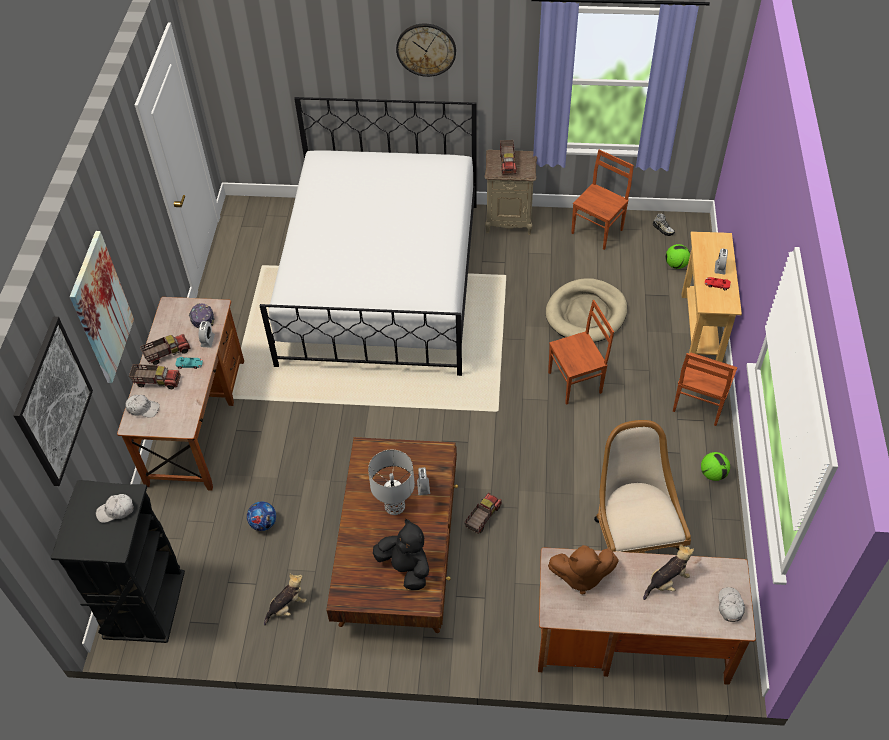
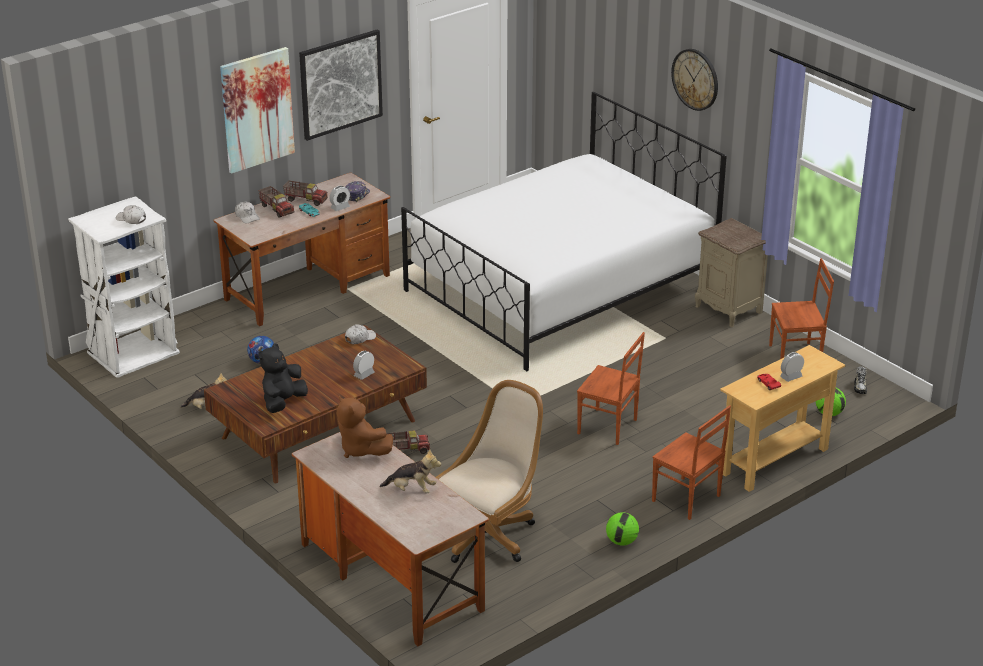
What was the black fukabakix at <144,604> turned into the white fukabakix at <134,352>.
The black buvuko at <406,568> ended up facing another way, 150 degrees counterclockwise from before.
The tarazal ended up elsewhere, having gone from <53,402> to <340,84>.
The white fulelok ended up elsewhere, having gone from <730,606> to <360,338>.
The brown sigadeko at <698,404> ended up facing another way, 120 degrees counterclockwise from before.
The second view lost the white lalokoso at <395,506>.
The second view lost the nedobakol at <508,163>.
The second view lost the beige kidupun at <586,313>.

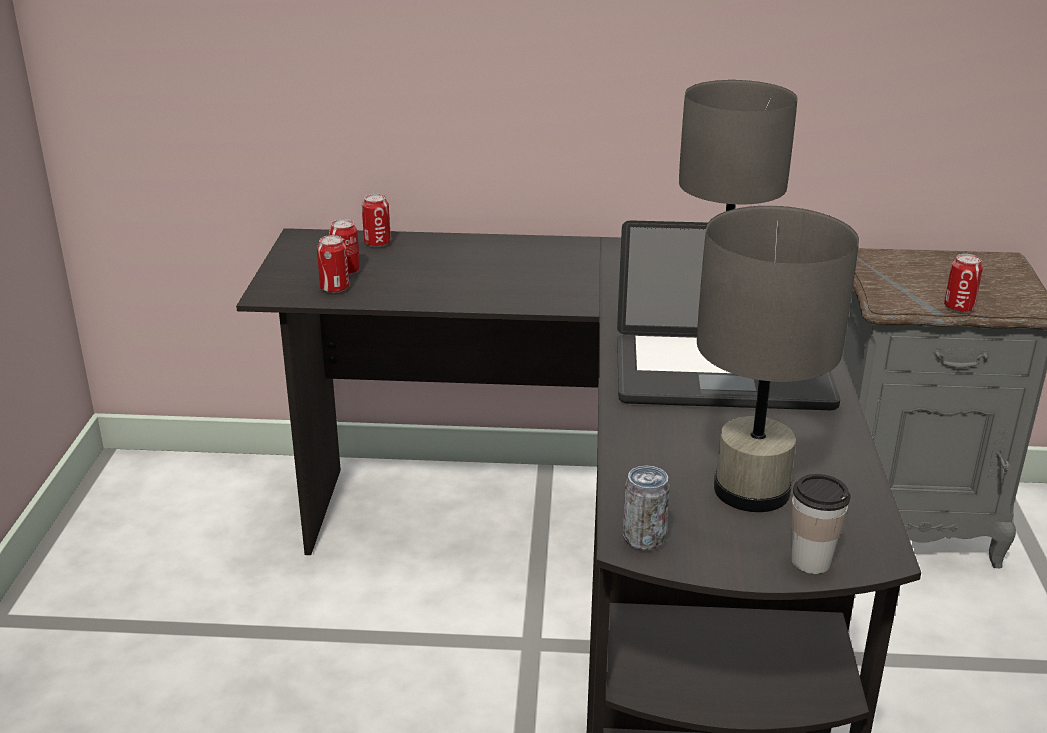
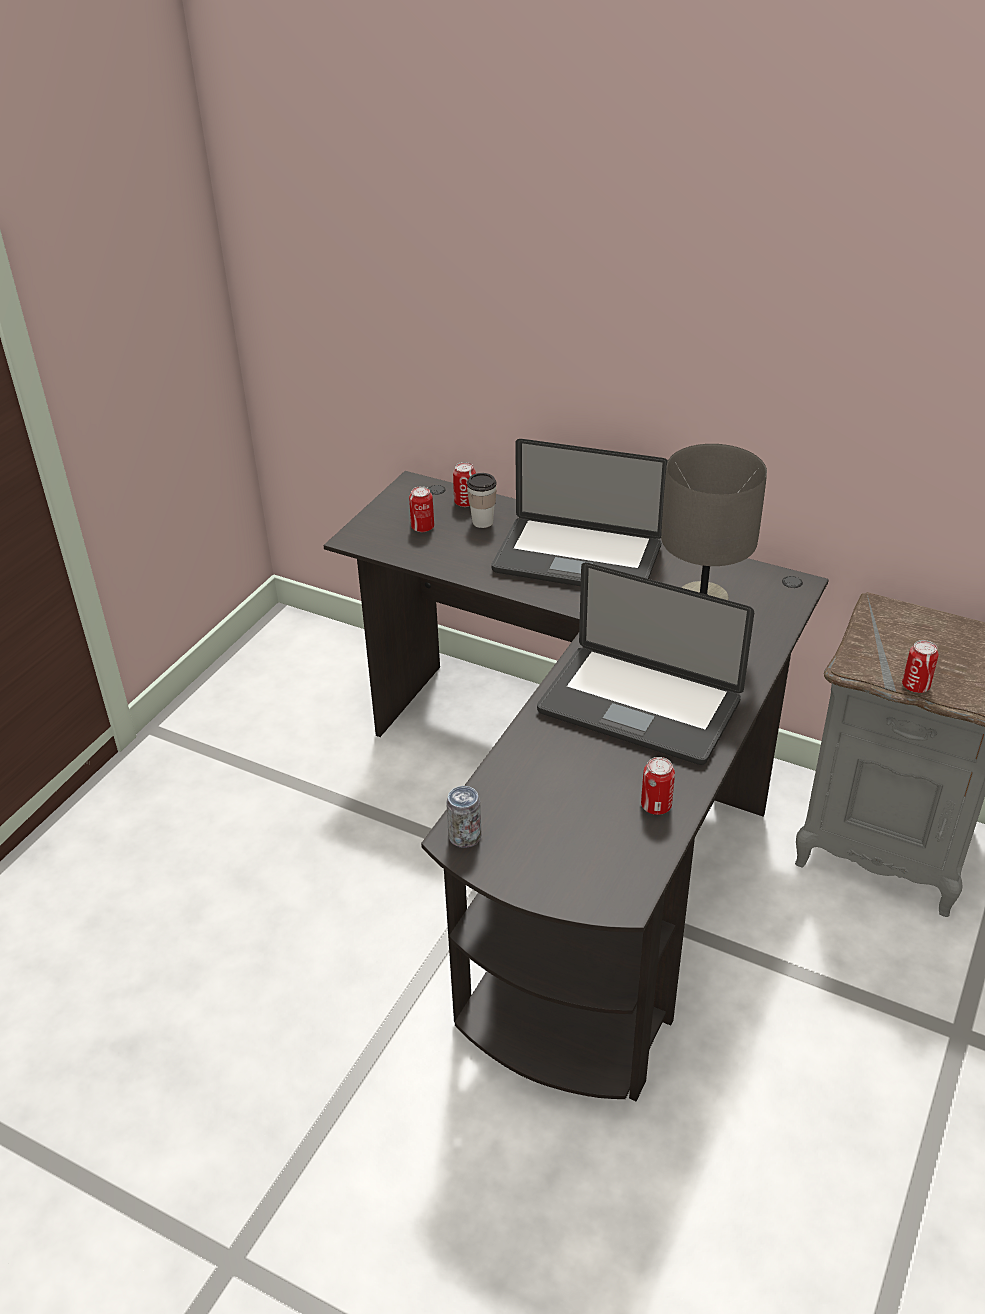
The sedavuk ended up elsewhere, having gone from <811,561> to <482,522>.
The second view gained the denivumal at <577,559>.
The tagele ended up elsewhere, having gone from <334,288> to <656,806>.
The second view lost the grey lalokoso at <753,490>.

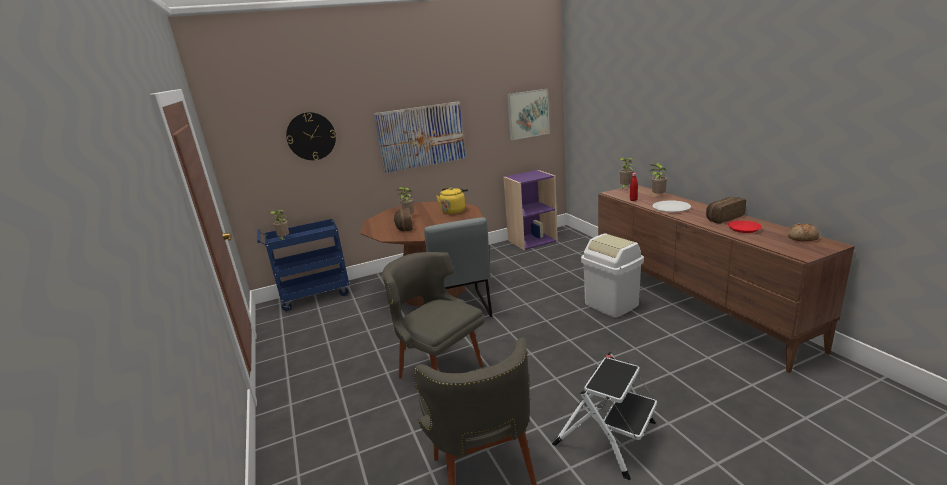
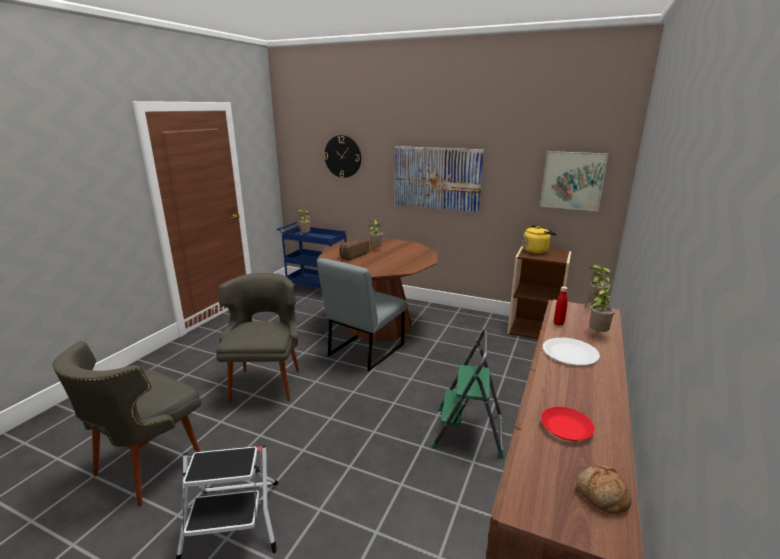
Where the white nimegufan stood at <612,304>, the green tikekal came to stand at <471,432>.
What was the purple fukabakix at <532,240> turned into the brown fukabakix at <534,329>.
The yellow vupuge ended up elsewhere, having gone from <454,211> to <536,250>.
The second view lost the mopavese at <723,218>.

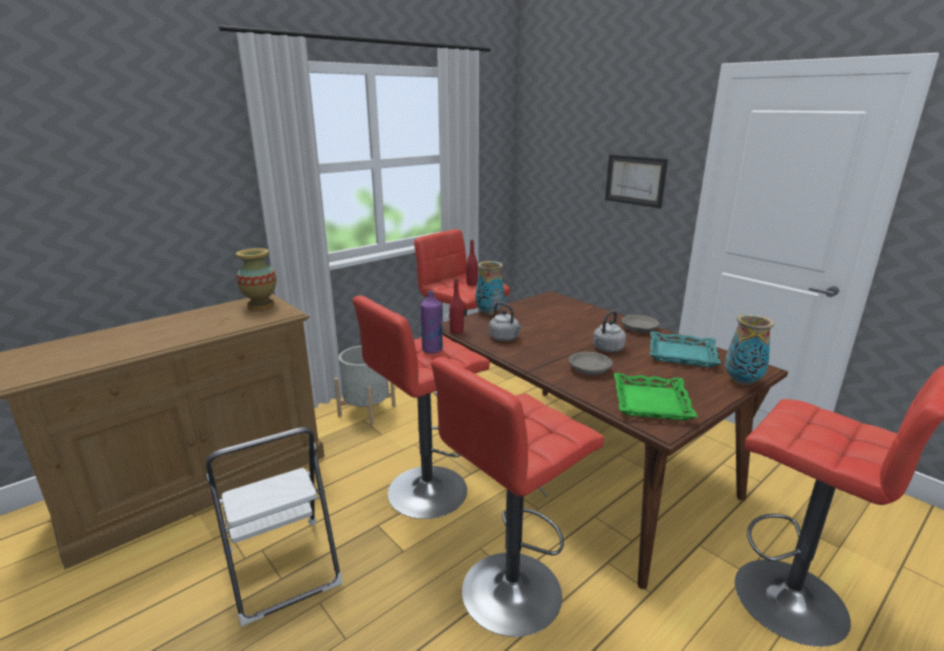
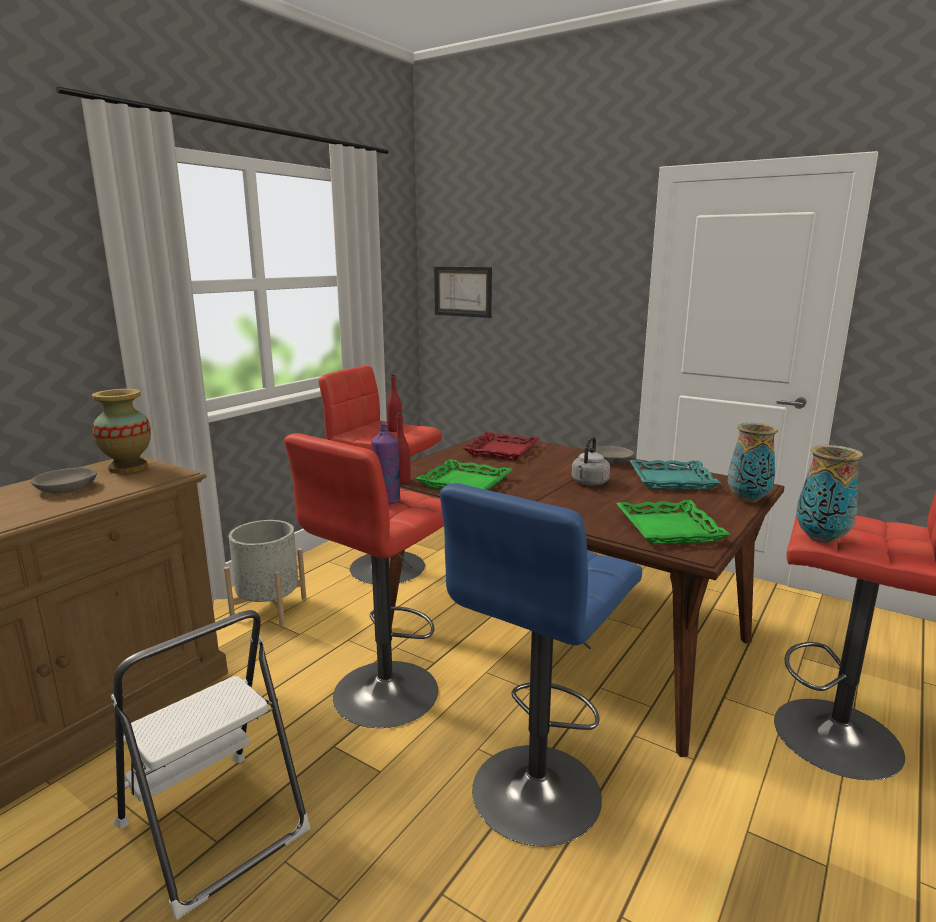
The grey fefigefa ended up elsewhere, having gone from <590,369> to <67,488>.
Where the grey vupuge stood at <505,338>, the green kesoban came to stand at <465,483>.
The tarazal ended up elsewhere, having gone from <635,180> to <463,291>.
What was the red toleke at <510,592> turned into the blue toleke at <534,793>.
The second view gained the red kesoban at <502,451>.
The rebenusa ended up elsewhere, having gone from <489,312> to <820,538>.

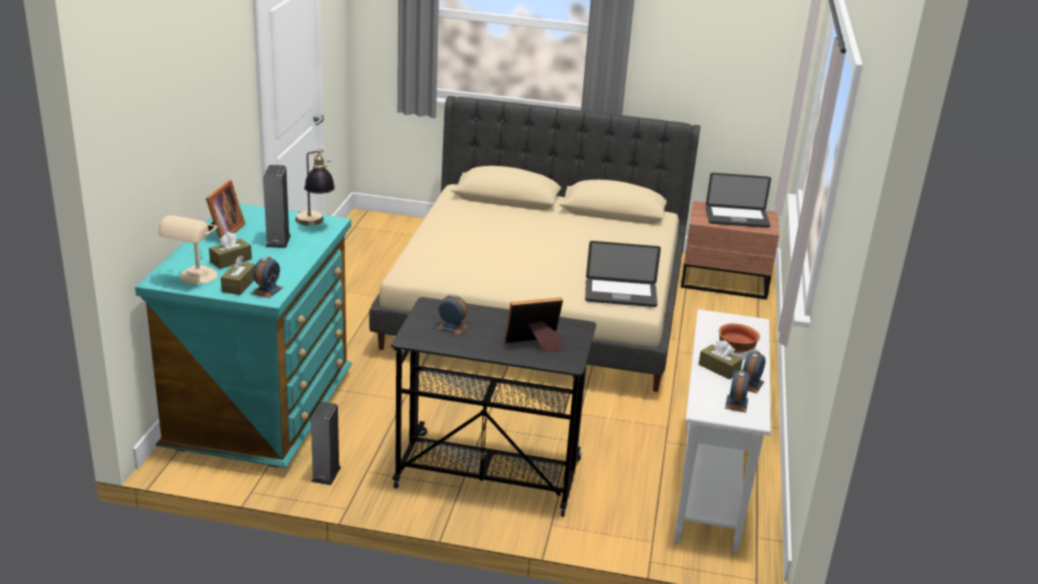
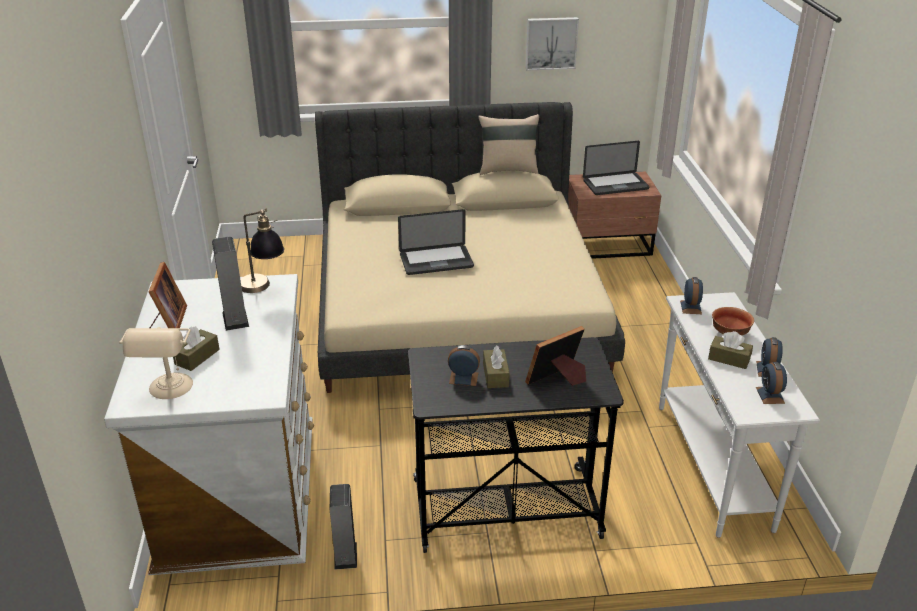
What was the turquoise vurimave at <260,410> turned into the white vurimave at <239,496>.
The denivumal ended up elsewhere, having gone from <620,294> to <436,261>.
The second view gained the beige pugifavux at <508,169>.
The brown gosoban ended up elsewhere, having gone from <239,285> to <495,375>.
The second view gained the tarazal at <551,43>.
The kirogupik ended up elsewhere, having gone from <267,290> to <690,307>.

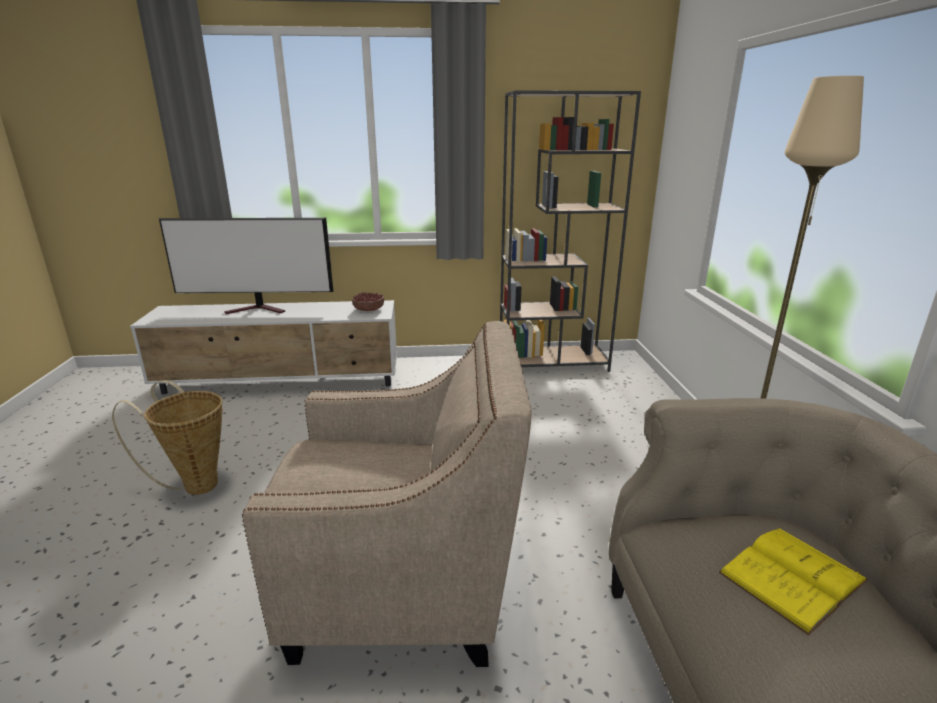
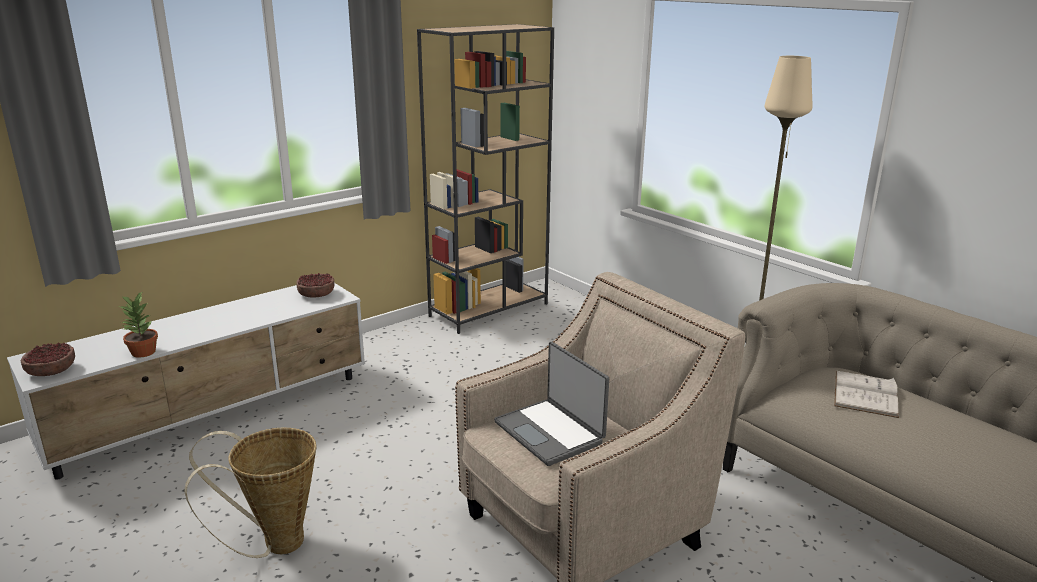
The second view gained the fefigefa at <52,370>.
The second view gained the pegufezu at <144,352>.
The second view gained the denivumal at <550,432>.
What was the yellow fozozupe at <792,576> turned into the white fozozupe at <865,394>.
The second view lost the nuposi at <259,309>.

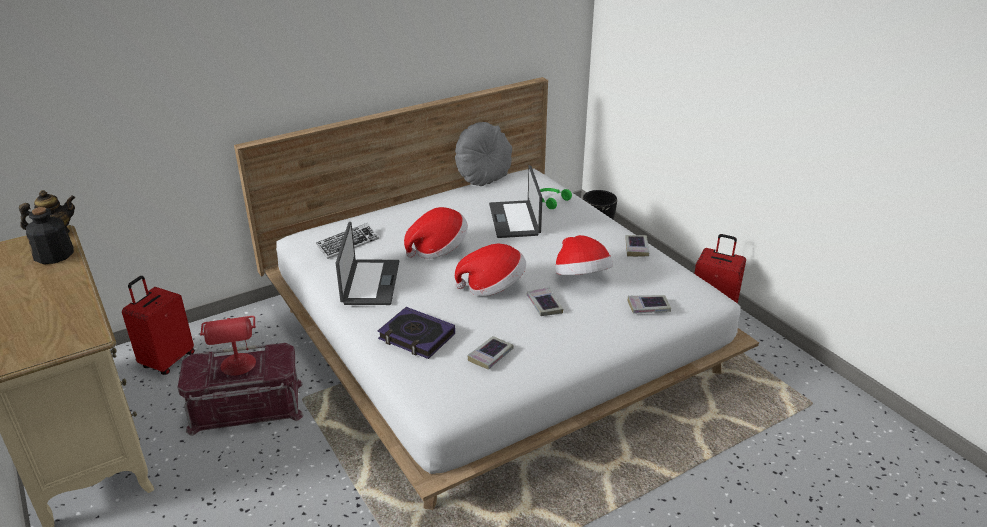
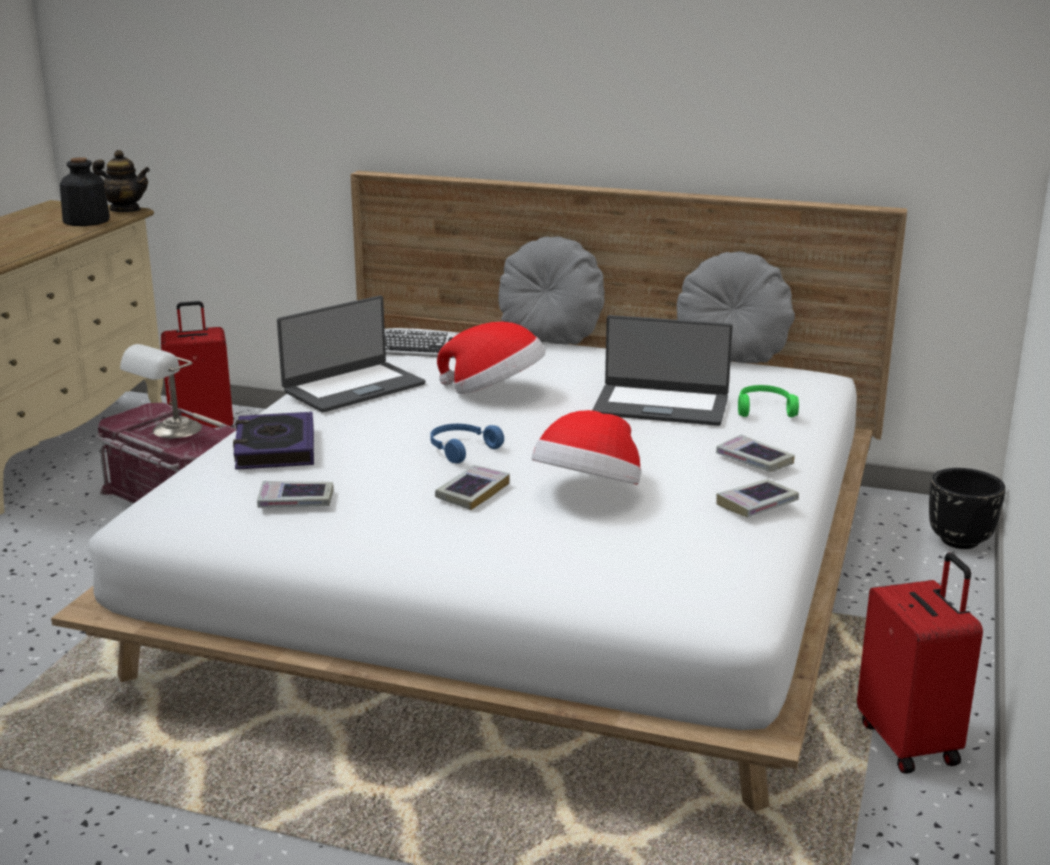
What was the red lalokoso at <239,368> turned into the white lalokoso at <169,432>.
Where the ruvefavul stood at <493,287>, the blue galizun came to stand at <461,449>.
The second view gained the grey pugifavux at <551,339>.
The denivumal at <515,219> ended up facing another way, 120 degrees counterclockwise from before.
The fozozupe ended up elsewhere, having gone from <648,307> to <754,460>.

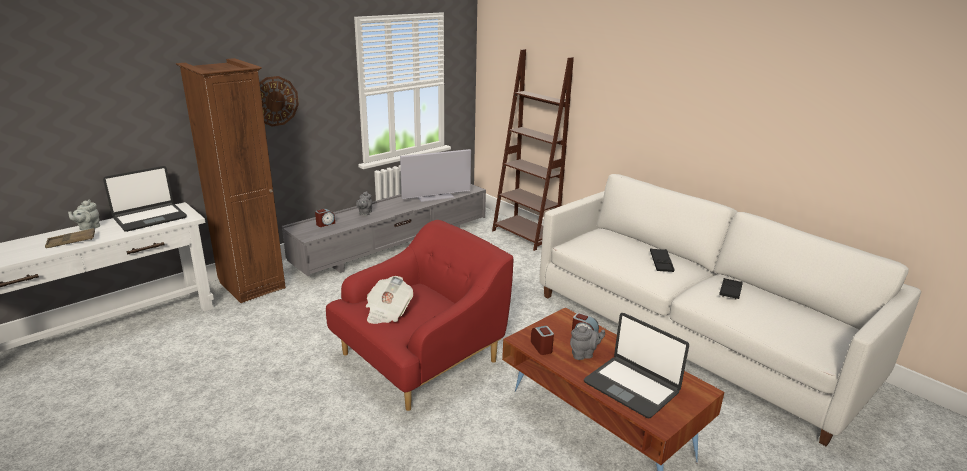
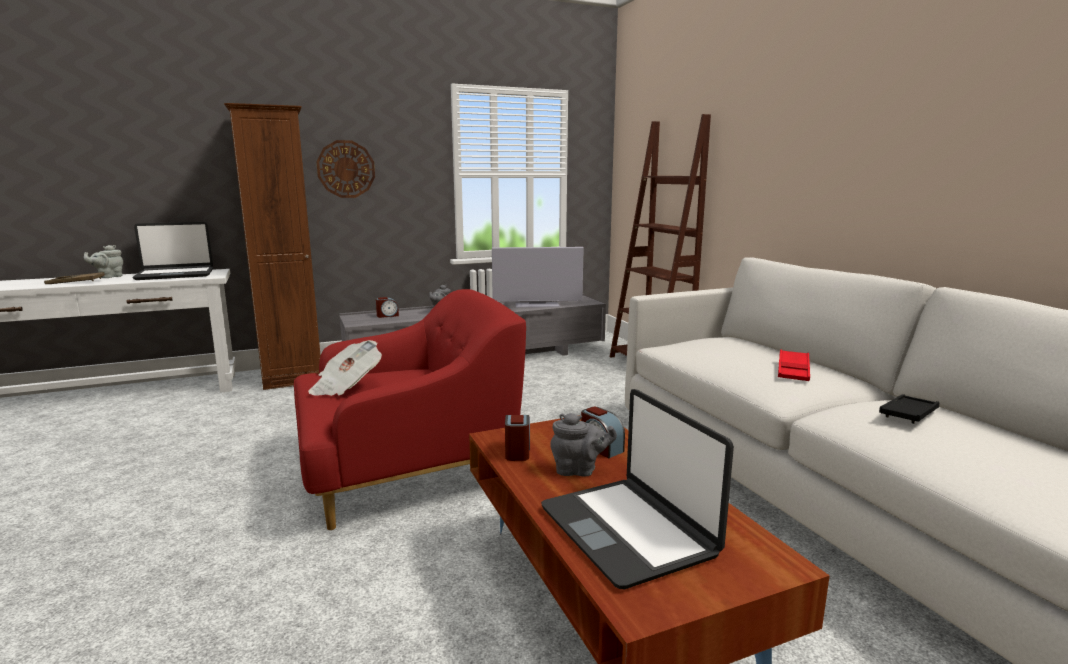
What was the black kesoban at <661,263> turned into the red kesoban at <793,370>.

